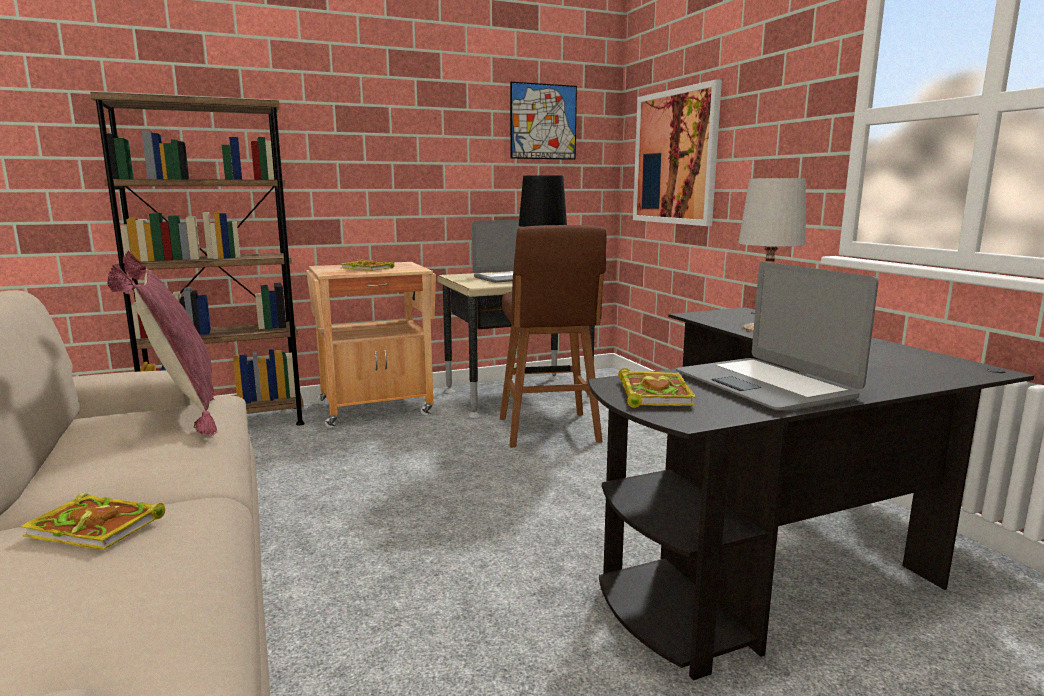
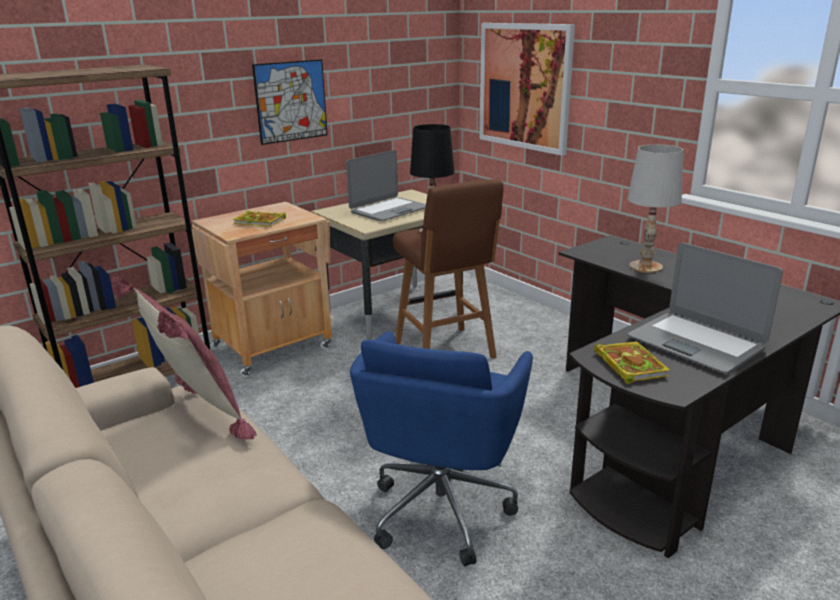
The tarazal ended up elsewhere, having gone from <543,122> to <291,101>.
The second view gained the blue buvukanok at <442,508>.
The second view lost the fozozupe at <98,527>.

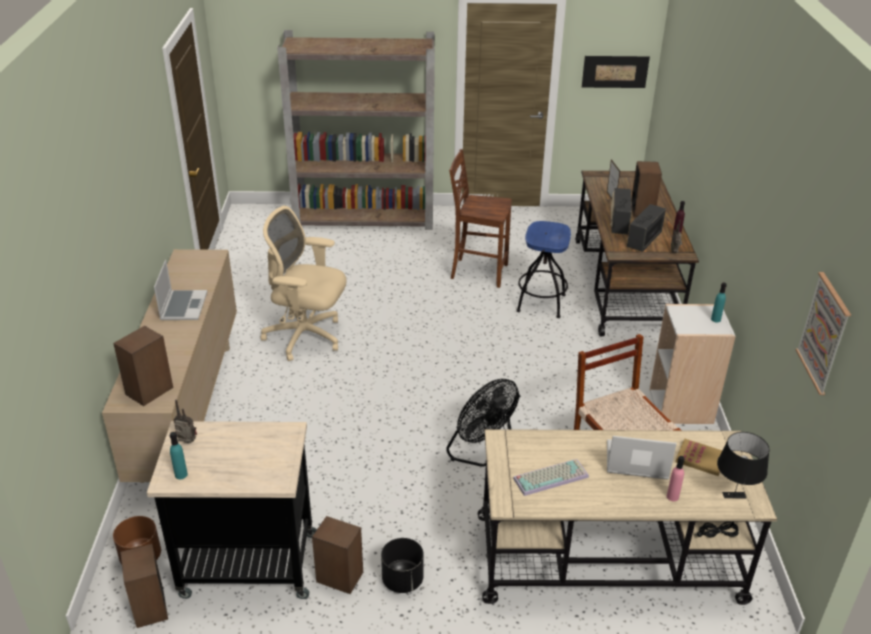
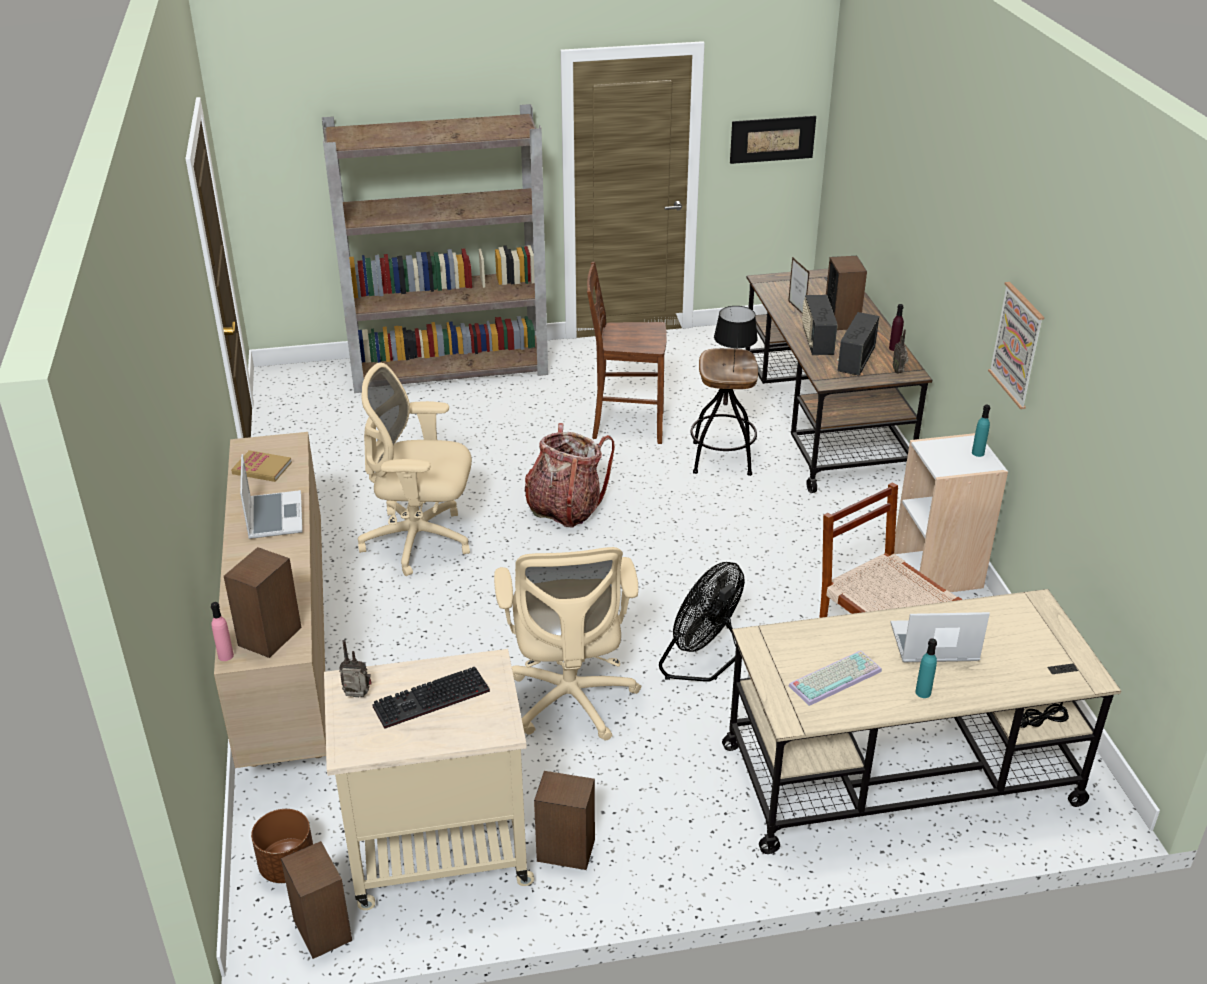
The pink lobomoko ended up elsewhere, having gone from <672,497> to <226,656>.
The fozozupe ended up elsewhere, having gone from <700,459> to <262,468>.
What was the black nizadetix at <248,566> turned into the beige nizadetix at <438,855>.
The second view gained the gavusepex at <430,701>.
The second view gained the beige buvukanok at <568,692>.
The second view gained the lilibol at <565,508>.
What was the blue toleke at <541,303> turned into the brown toleke at <722,458>.
The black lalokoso ended up elsewhere, having gone from <732,498> to <732,372>.
The turquoise lobomoko ended up elsewhere, having gone from <181,474> to <923,692>.
The tarazal ended up elsewhere, having gone from <824,333> to <1017,345>.
The second view lost the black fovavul at <402,580>.

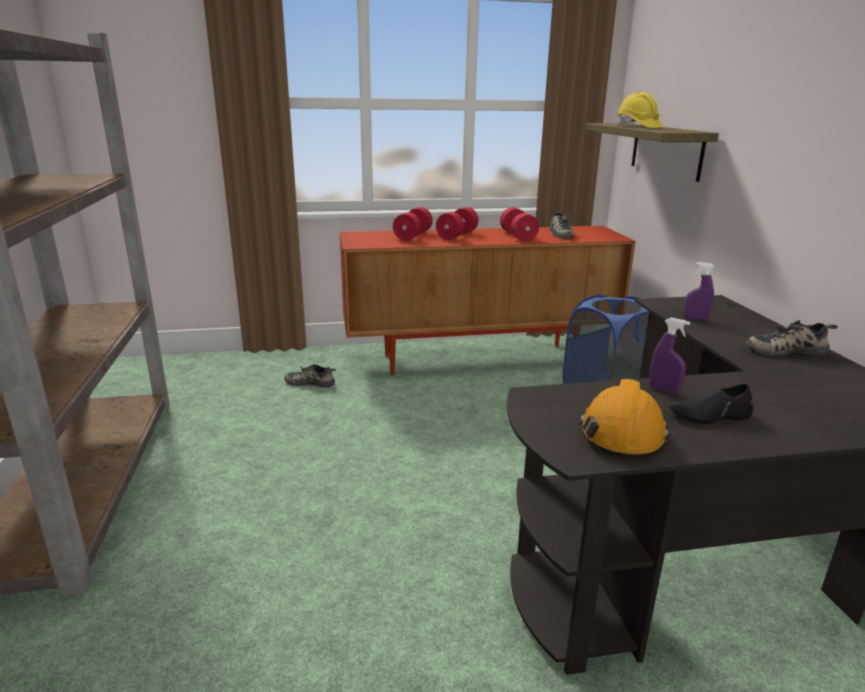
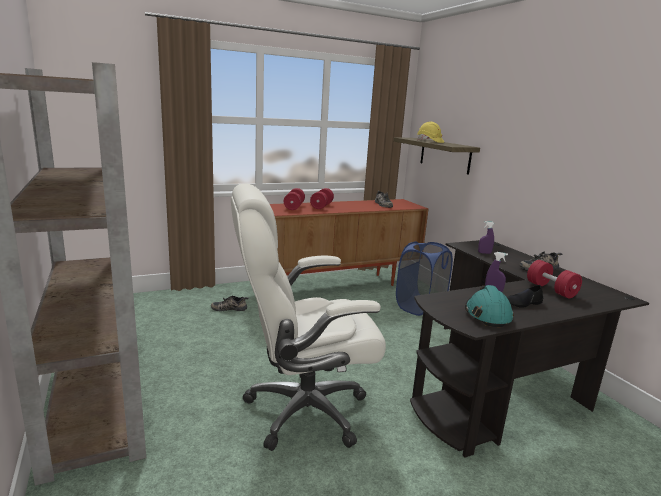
The second view gained the white buvukanok at <303,411>.
What was the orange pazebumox at <622,432> turned into the turquoise pazebumox at <487,314>.
The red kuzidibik ended up elsewhere, having gone from <518,236> to <551,290>.

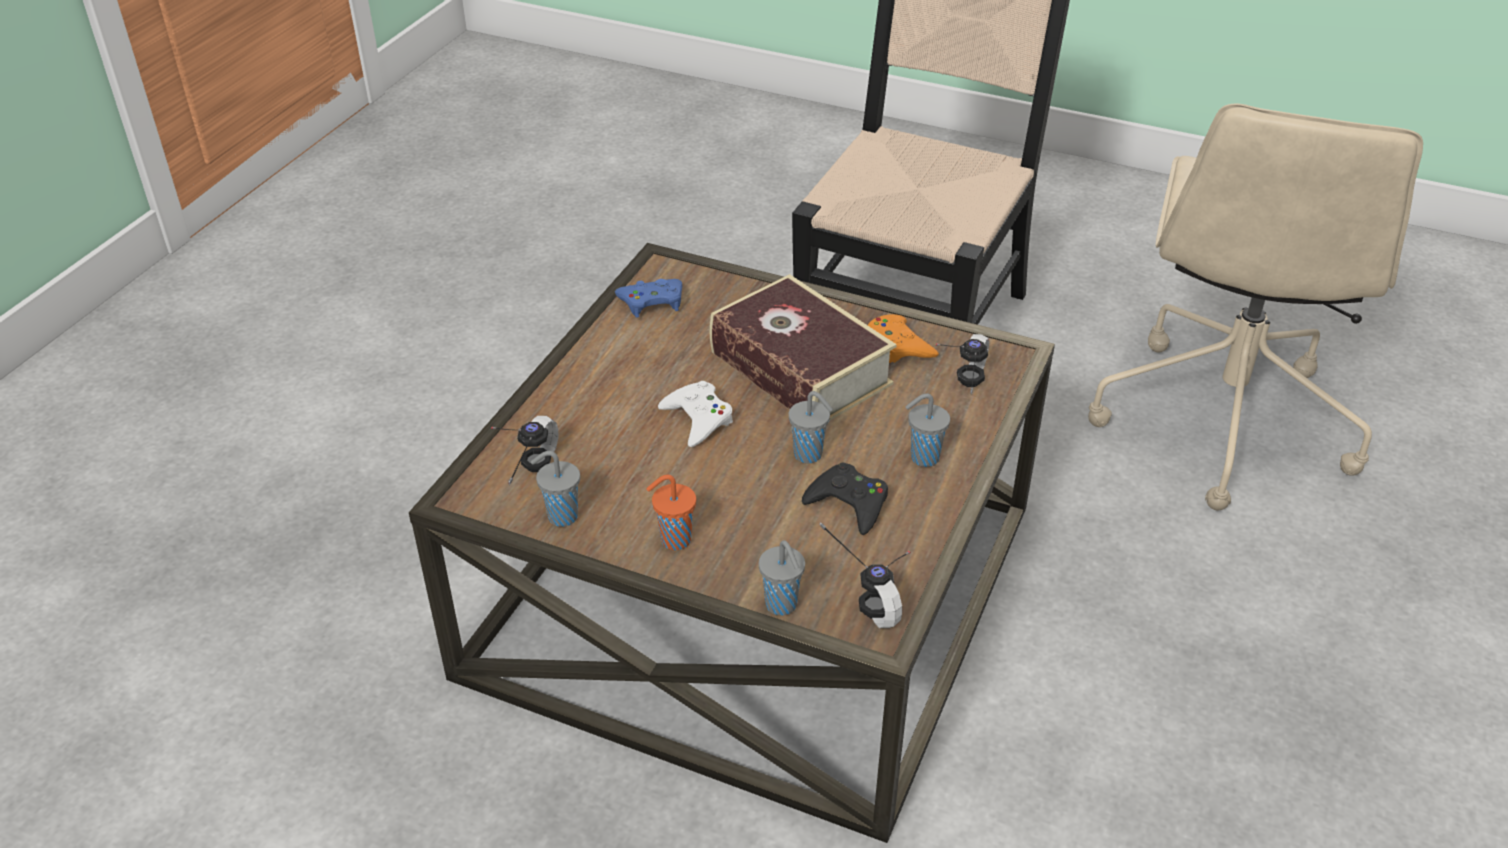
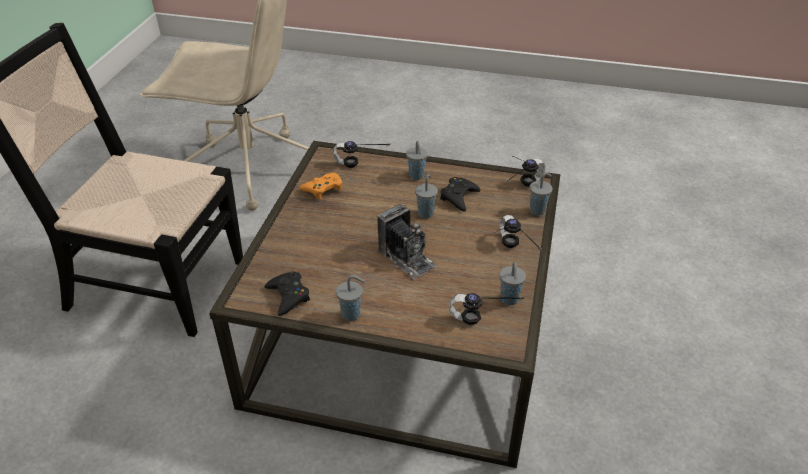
What was the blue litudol at <652,302> turned into the black litudol at <288,296>.
The second view gained the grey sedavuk at <352,314>.
Where the white litudol stood at <698,419>, the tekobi came to stand at <407,258>.
Where the orange sedavuk stood at <673,540>, the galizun came to stand at <509,253>.
The second view lost the fozozupe at <800,368>.

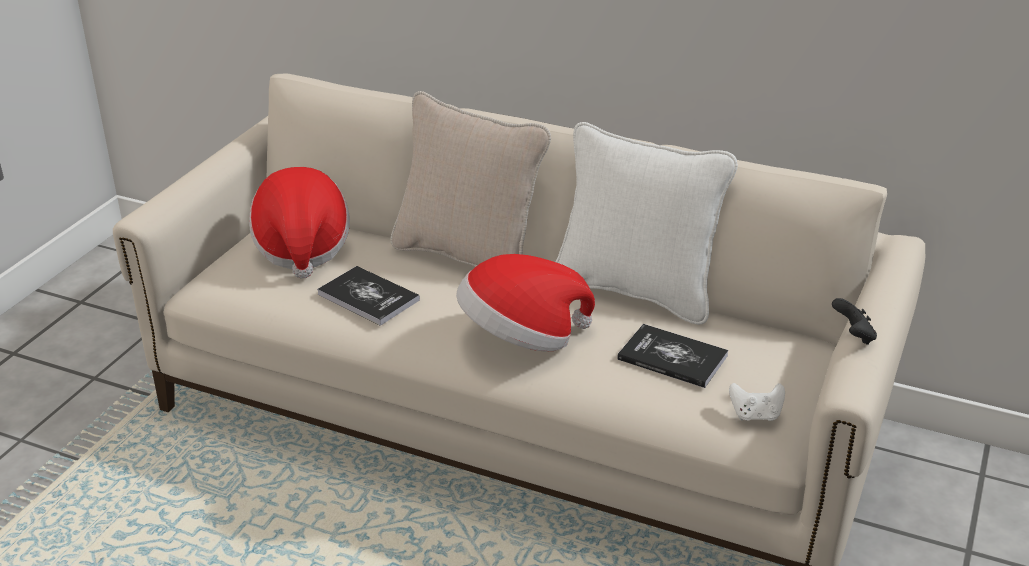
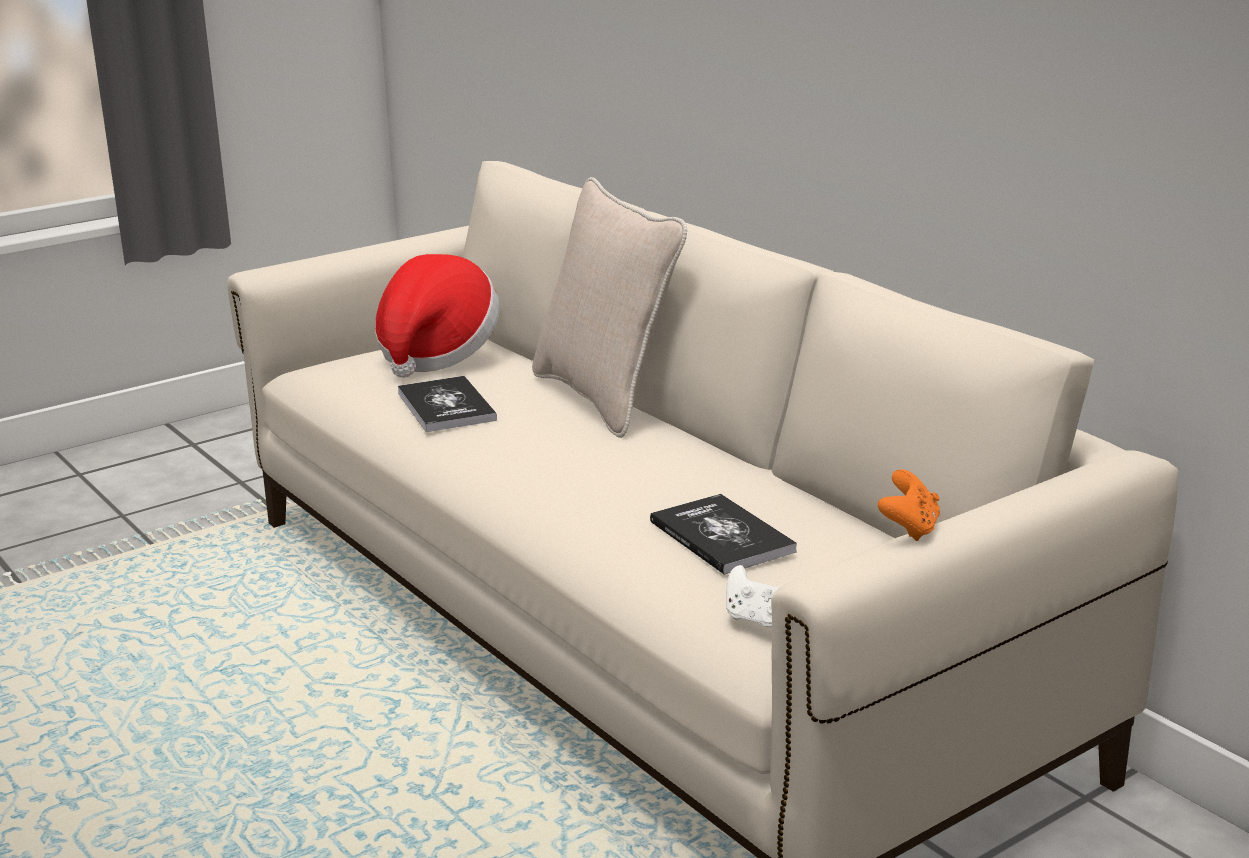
What was the black litudol at <853,336> turned into the orange litudol at <909,529>.
The second view lost the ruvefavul at <521,338>.
The second view lost the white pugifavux at <635,291>.

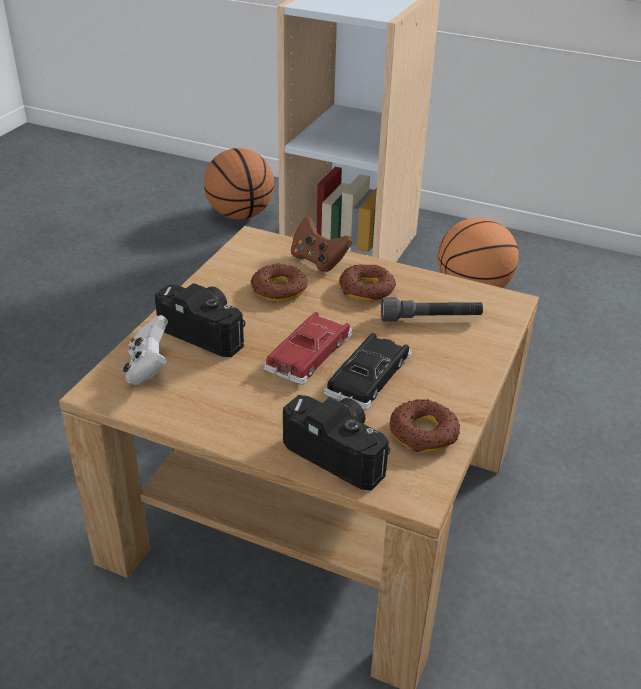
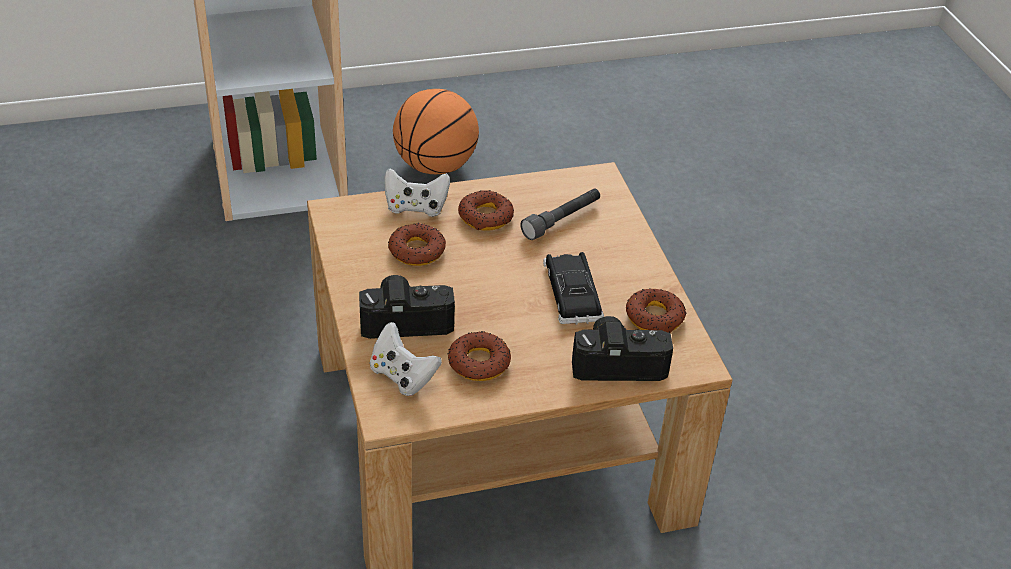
What was the brown litudol at <318,261> turned into the white litudol at <416,207>.
The second view gained the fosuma at <479,362>.
The second view lost the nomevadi at <240,215>.
The second view lost the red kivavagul at <308,354>.

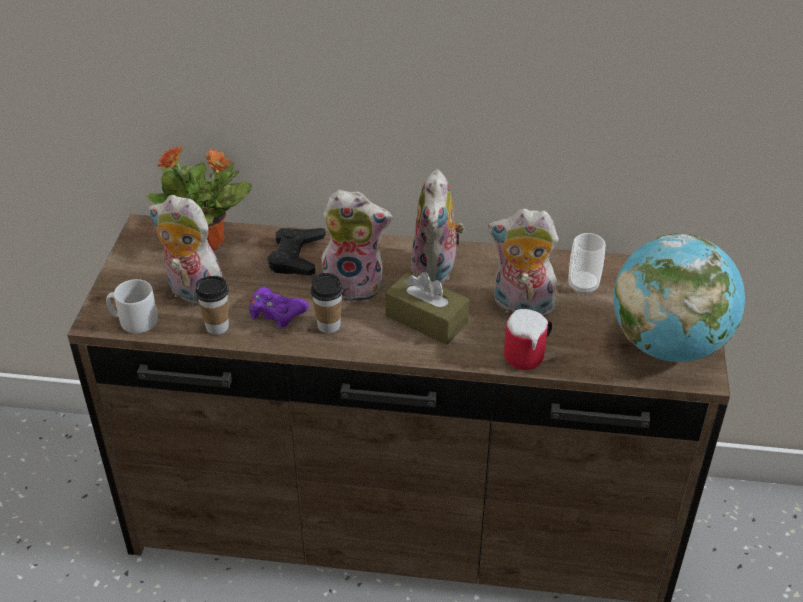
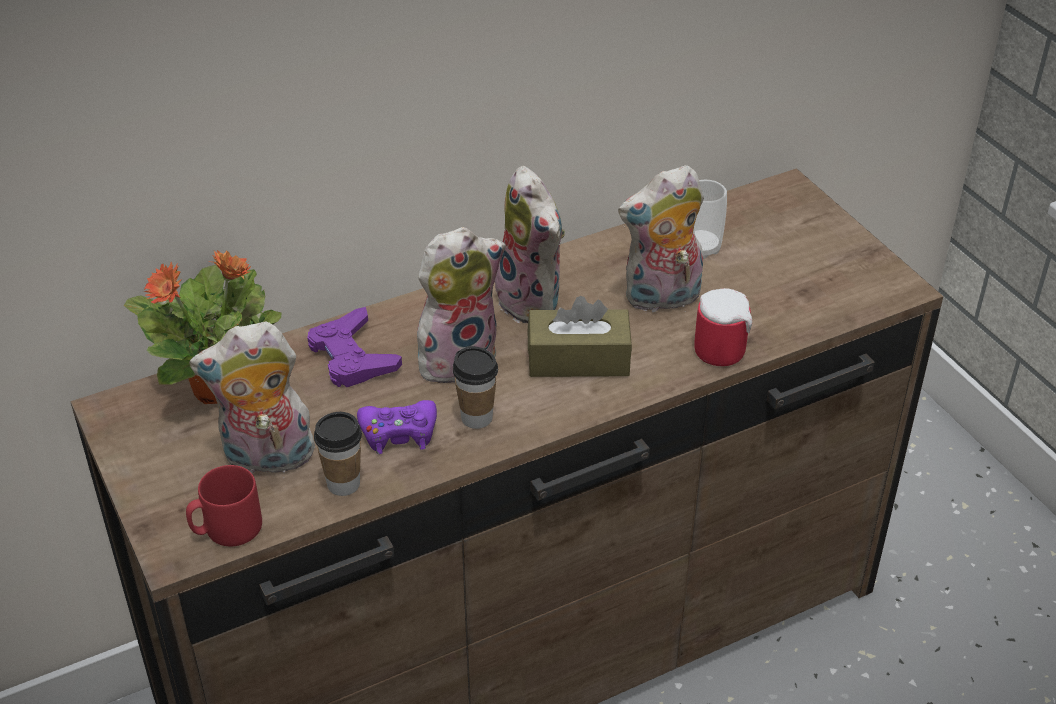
What was the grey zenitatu at <134,321> turned into the red zenitatu at <226,529>.
What was the black litudol at <296,256> turned into the purple litudol at <352,356>.
The second view lost the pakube at <668,344>.

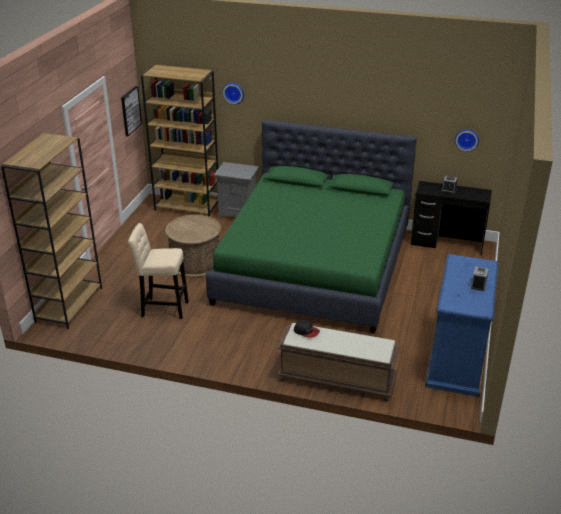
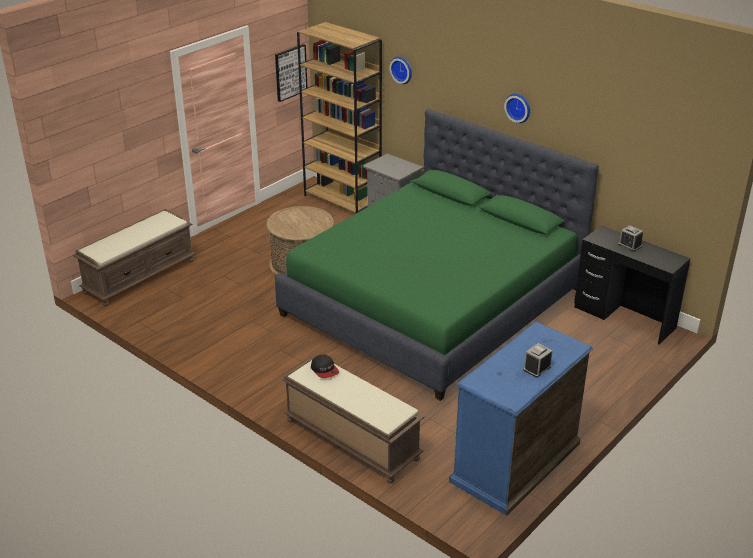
Where the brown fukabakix stood at <69,304>, the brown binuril came to stand at <140,276>.
The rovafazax ended up elsewhere, having gone from <466,139> to <518,107>.
The second view lost the beige toleke at <162,308>.

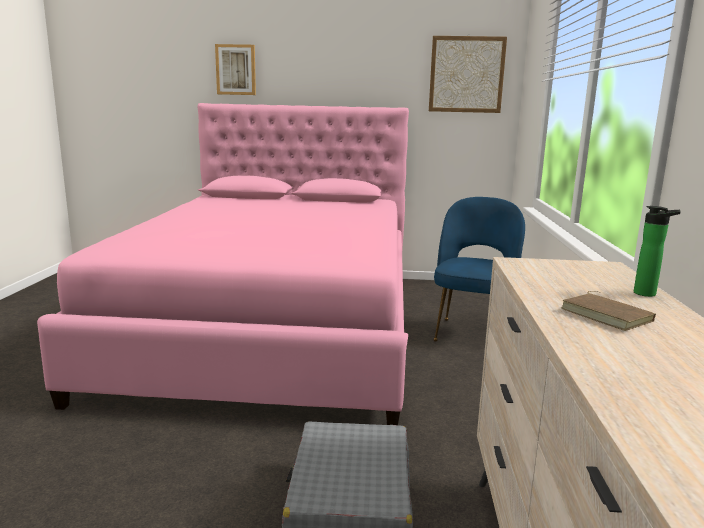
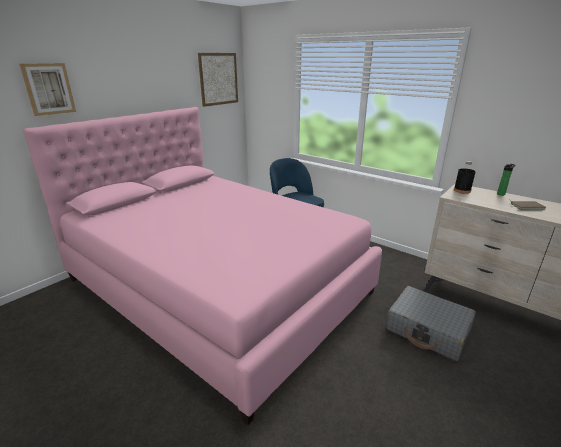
The second view gained the black lobomoko at <462,191>.

